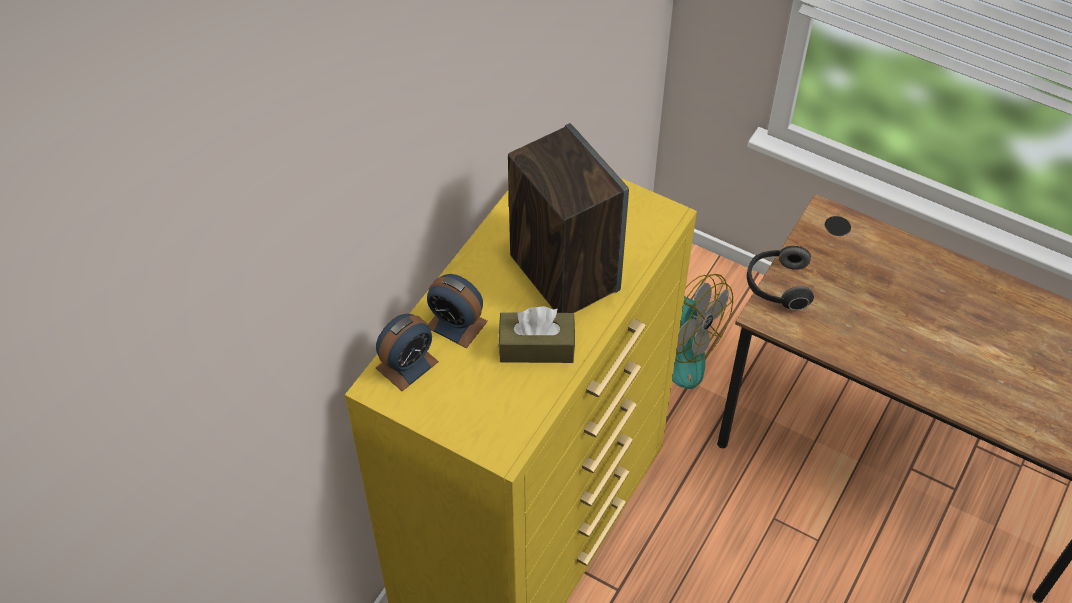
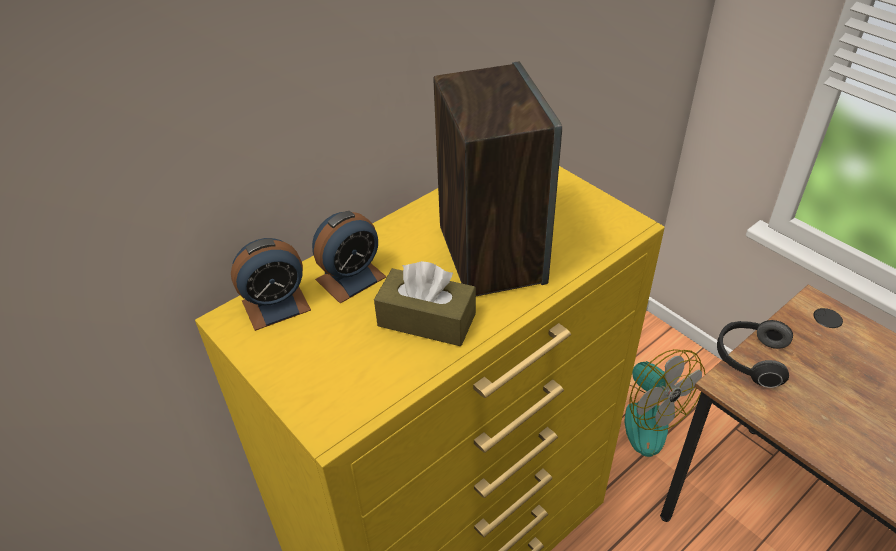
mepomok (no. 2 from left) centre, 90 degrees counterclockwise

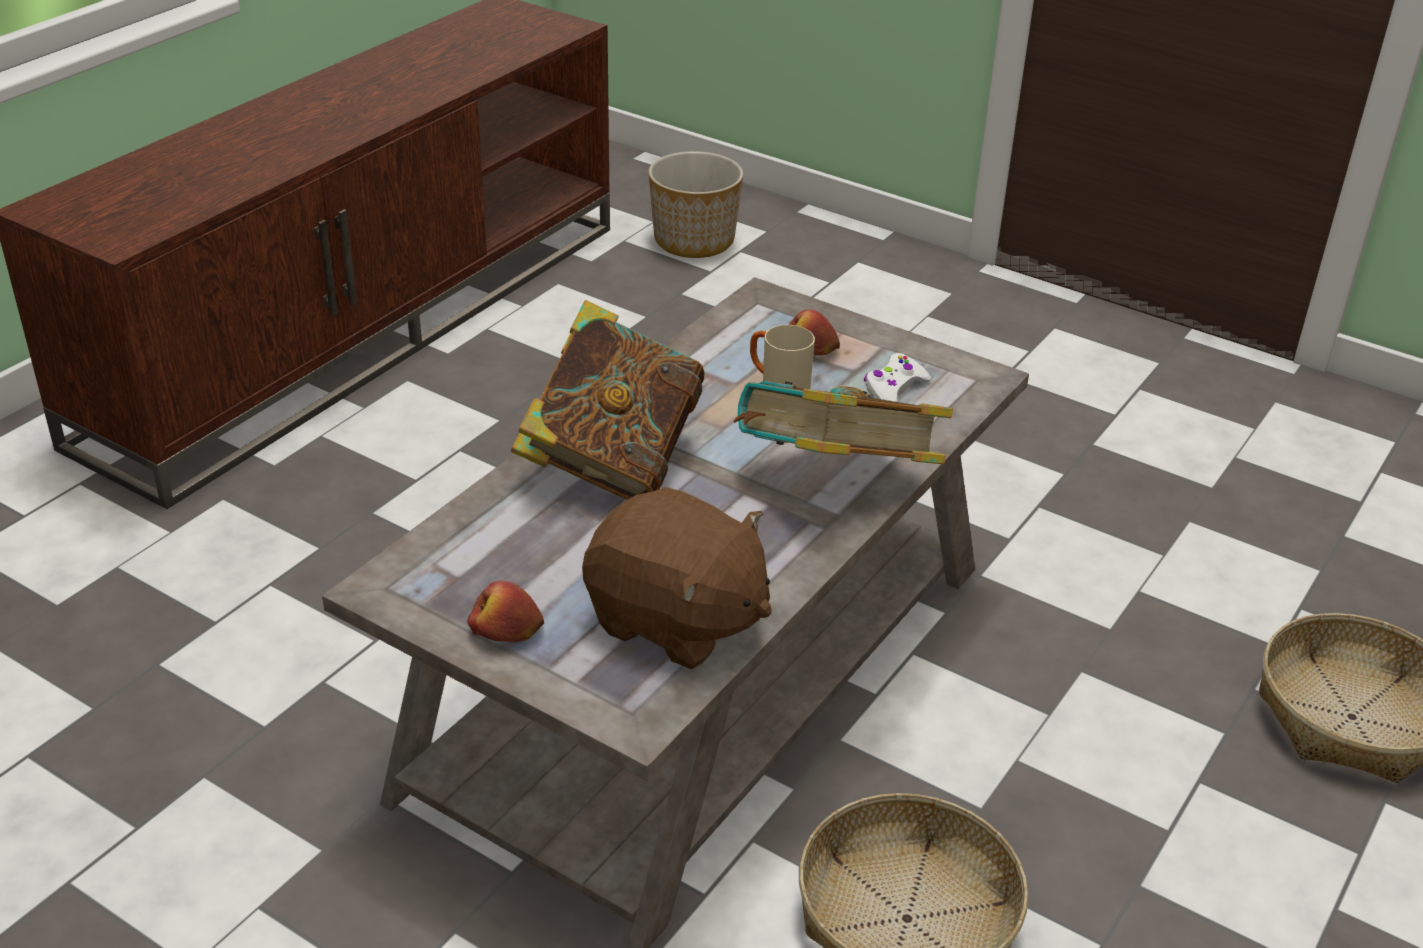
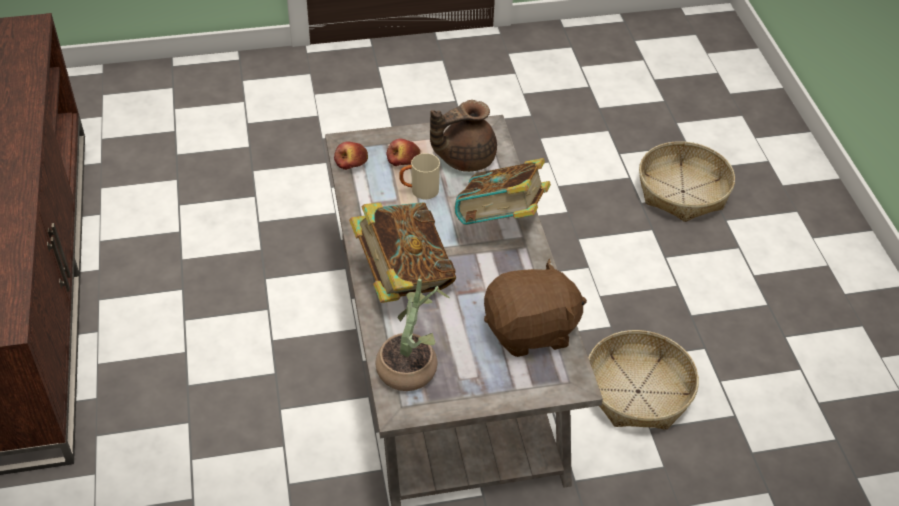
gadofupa (no. 1 from left) centre -> gadofupa (no. 1 from left) top centre, shifted
none -> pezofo centre
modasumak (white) centre -> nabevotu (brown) top centre
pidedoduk top centre -> none

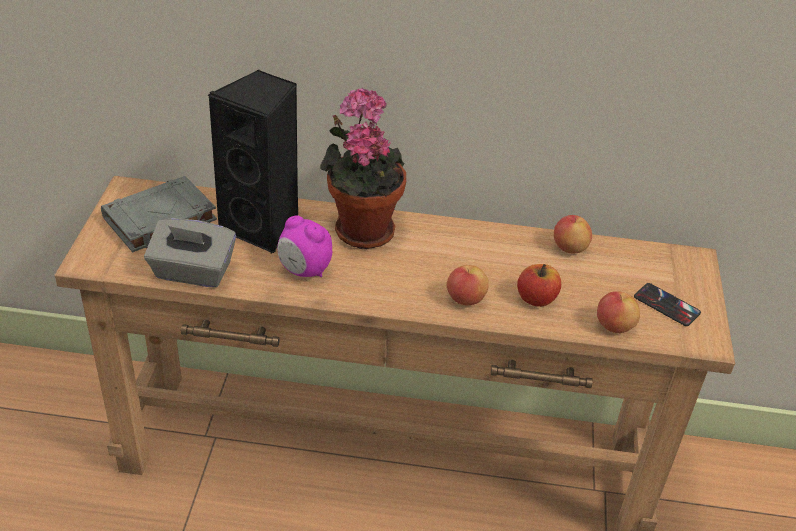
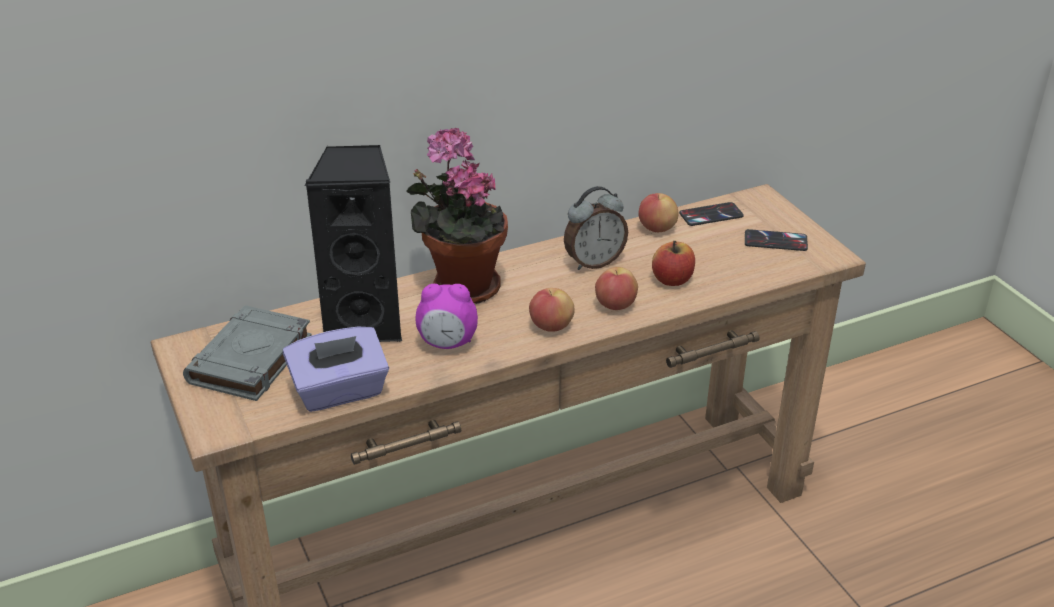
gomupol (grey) middle left -> gomupol (purple) middle left
gadofupa (no. 4 from left in the first image) middle right -> gadofupa (no. 1 from left) centre, shifted
none -> mepomok (no. 2 from left) centre
none -> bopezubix (no. 1 from left) middle right

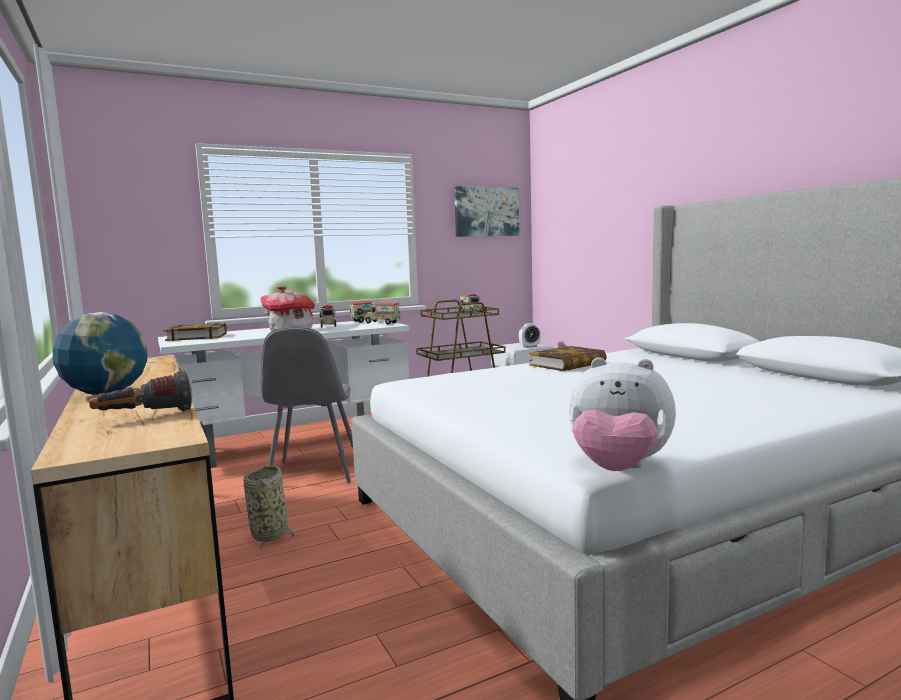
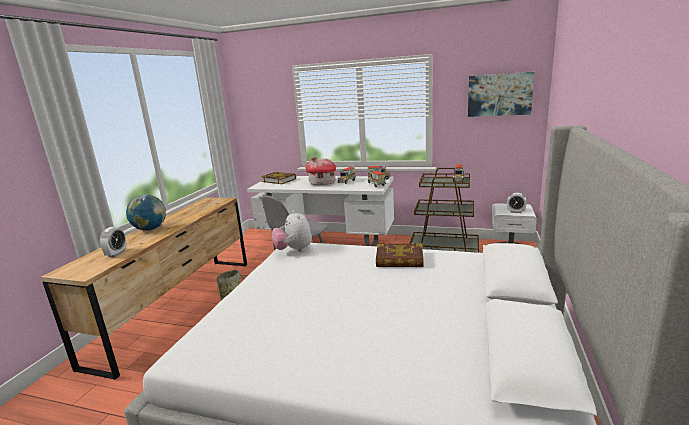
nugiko middle left -> mepomok (no. 1 from left) middle left
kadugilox middle right -> kadugilox centre, shifted

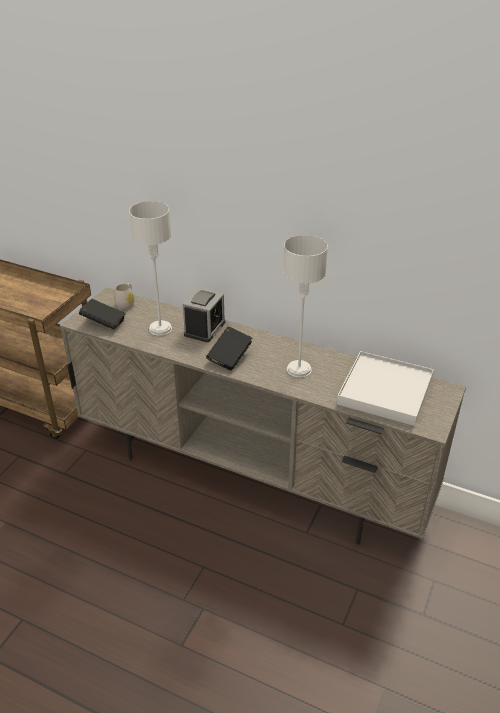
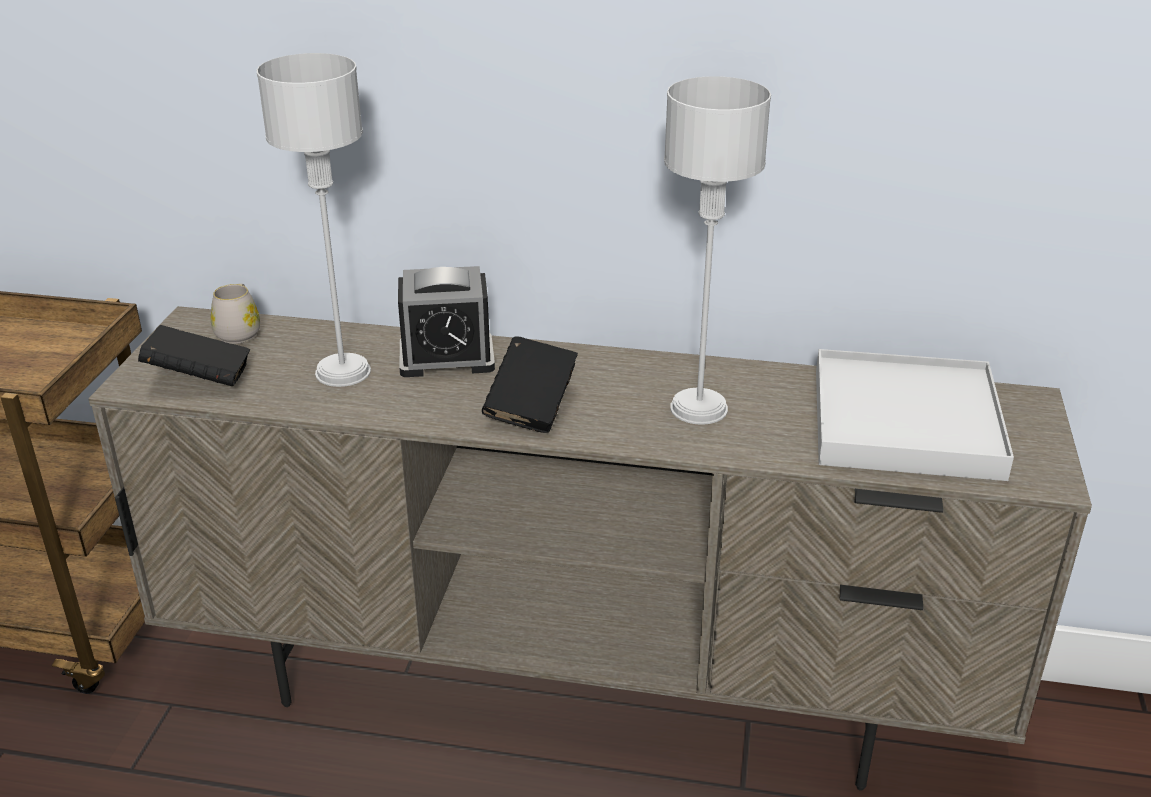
mepomok centre, 75 degrees clockwise

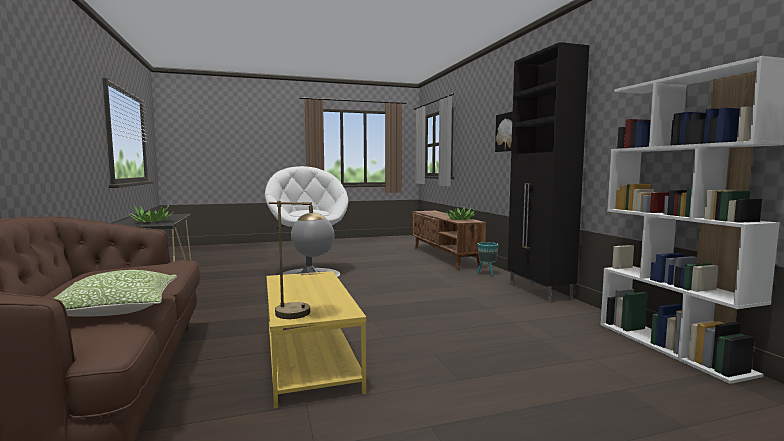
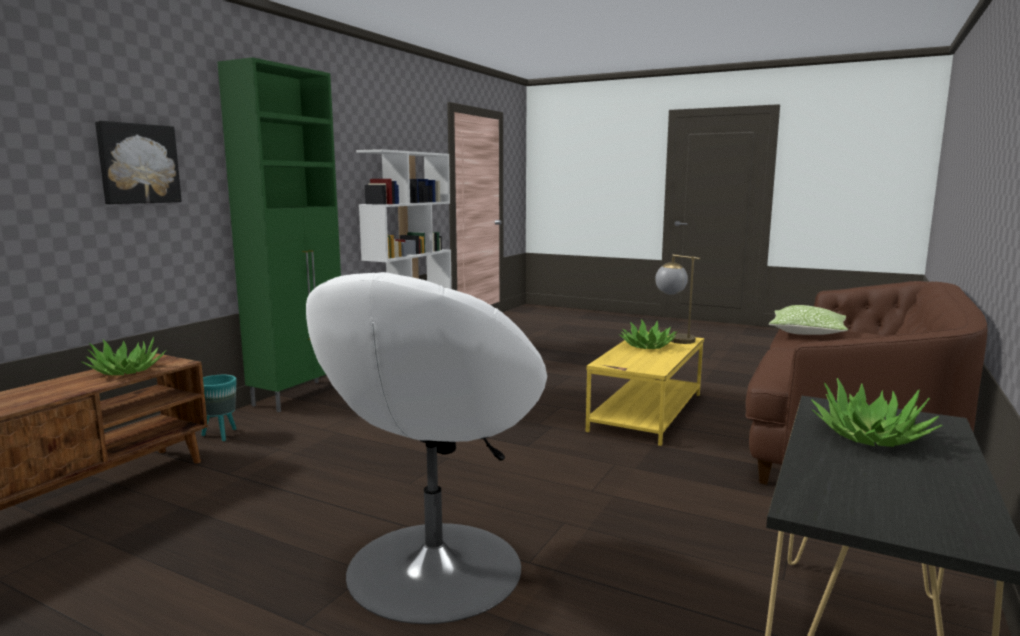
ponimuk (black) middle right -> ponimuk (green) middle left
none -> pezofo (no. 2 from left) centre

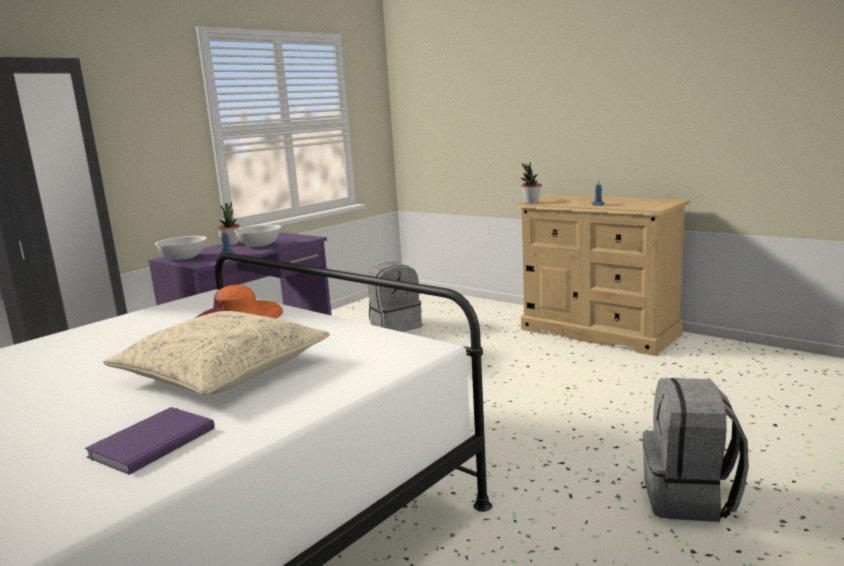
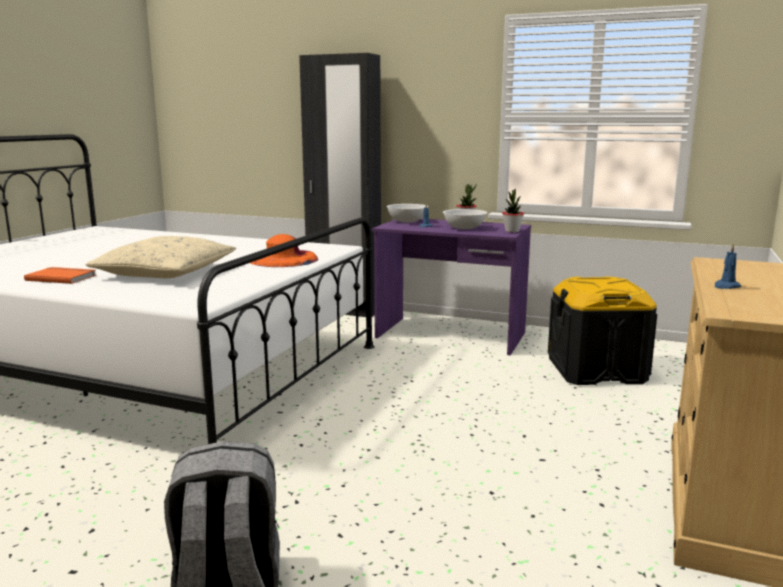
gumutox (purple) bottom left -> gumutox (orange) middle left
pezofo (no. 2 from left) top centre -> pezofo (no. 2 from left) centre, shifted
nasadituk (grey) (no. 1 from left) centre -> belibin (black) middle right

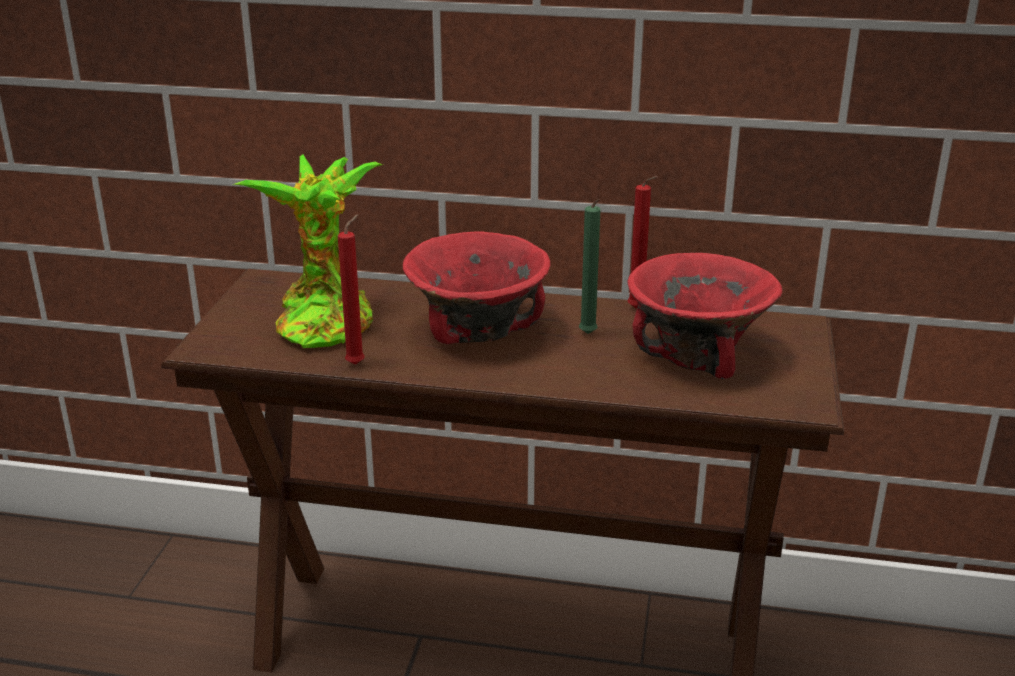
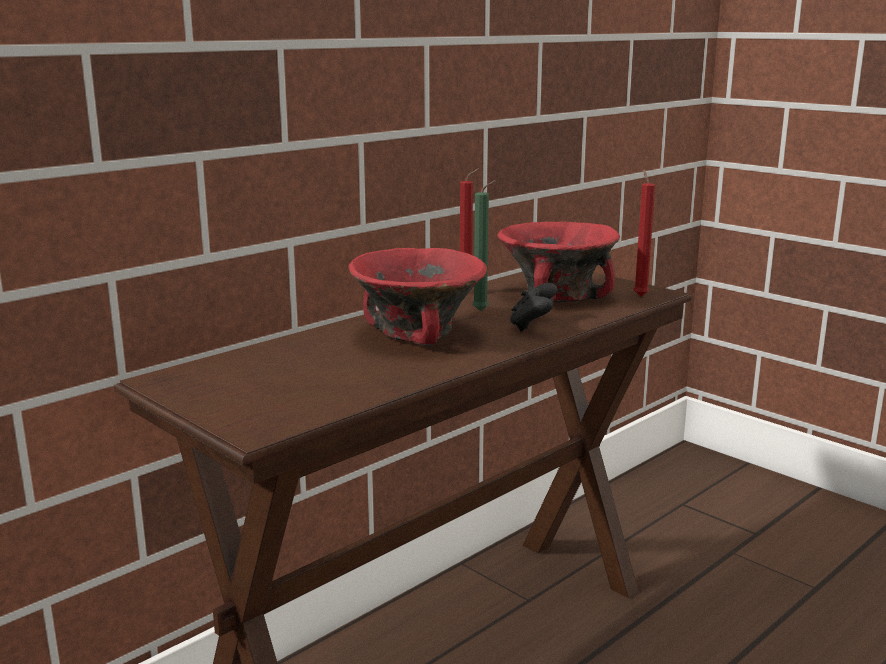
none -> modasumak (black) centre
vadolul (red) (no. 1 from left in the first image) centre -> vadolul (red) (no. 2 from left) middle right, shifted
pezofo middle left -> none

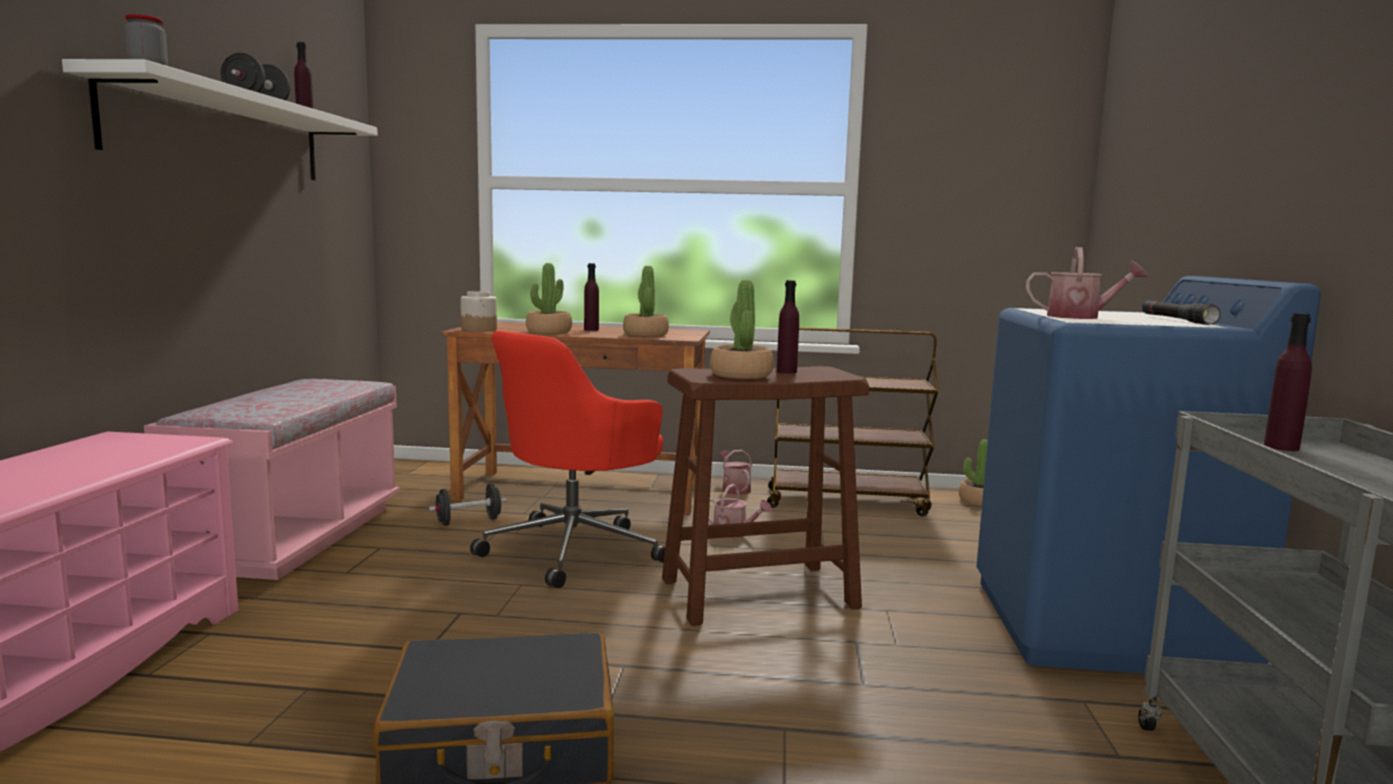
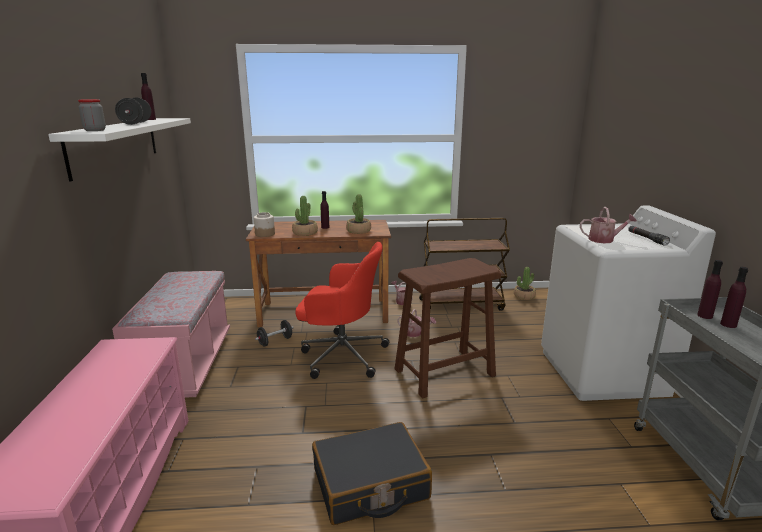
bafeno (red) centre, 105 degrees counterclockwise
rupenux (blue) middle right -> rupenux (white) middle right
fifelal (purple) (no. 3 from left in the first image) centre -> fifelal (purple) (no. 4 from left) middle right, shifted
pezofo (no. 3 from left) centre -> none

